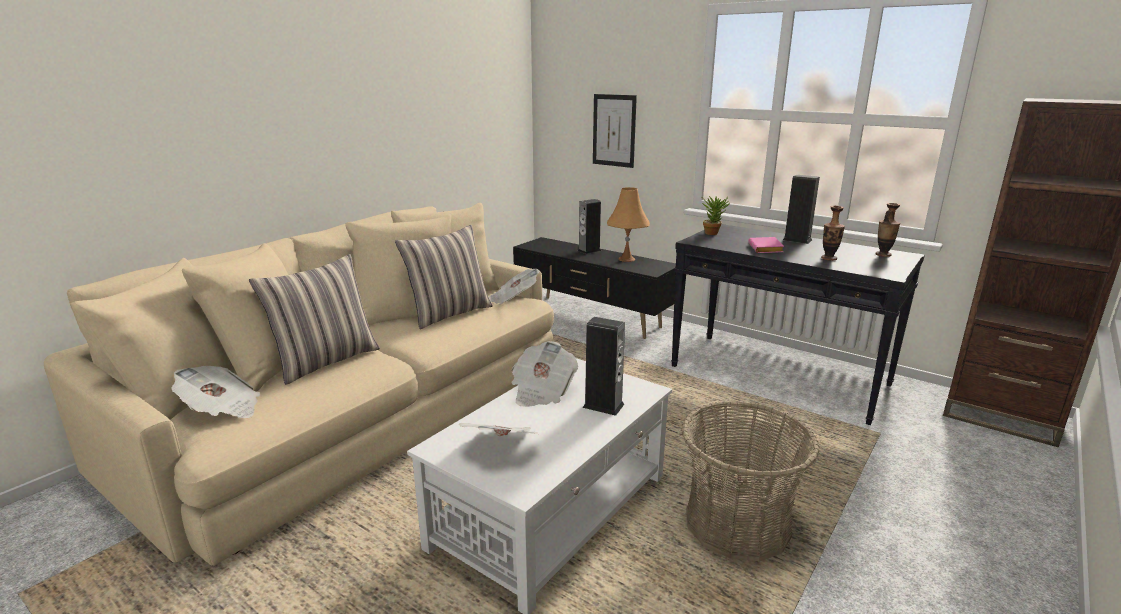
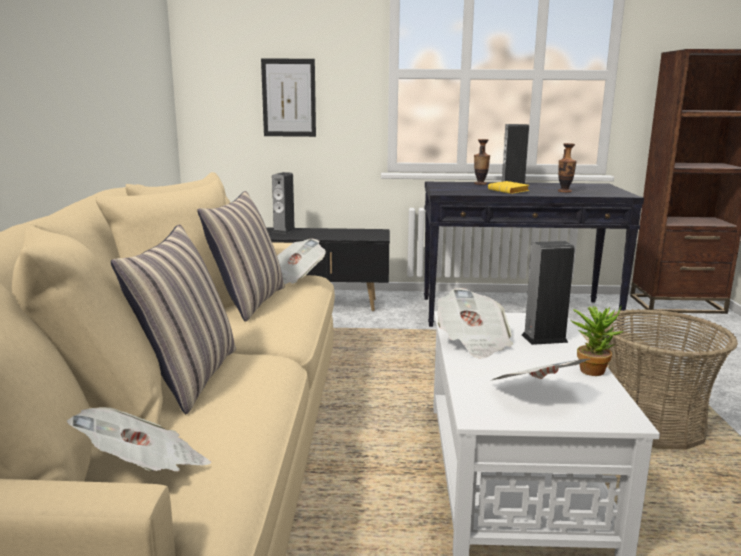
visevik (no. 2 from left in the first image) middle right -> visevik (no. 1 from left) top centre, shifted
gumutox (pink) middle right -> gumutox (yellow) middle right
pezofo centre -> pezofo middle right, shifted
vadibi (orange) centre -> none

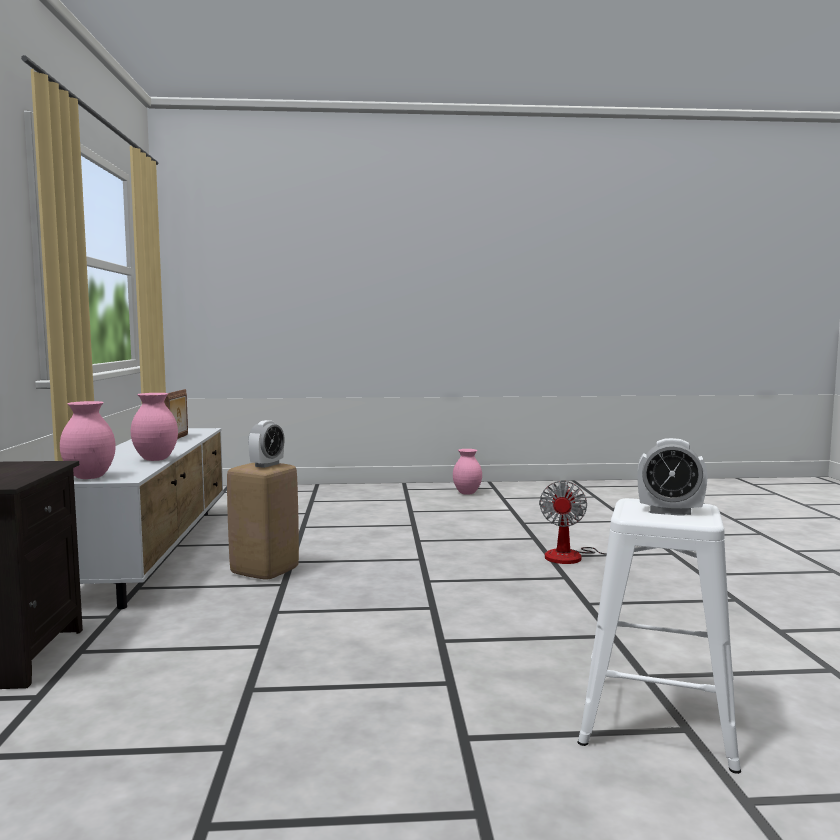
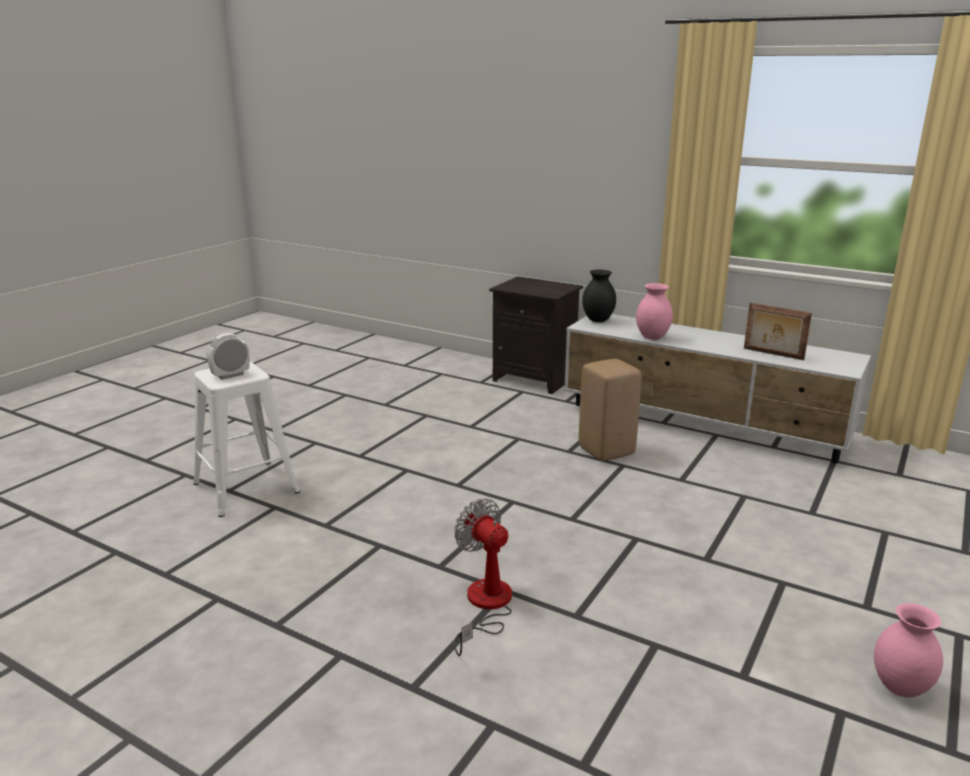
visevik (pink) (no. 1 from left) middle left -> visevik (black) centre
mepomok (no. 1 from left) middle left -> none

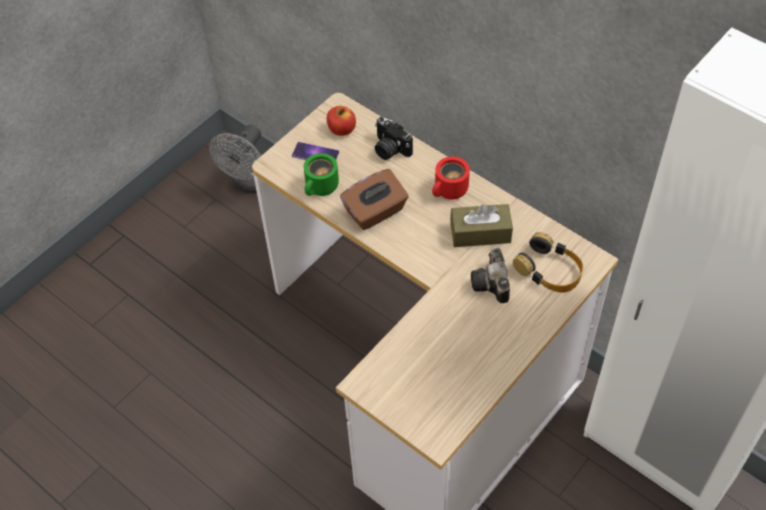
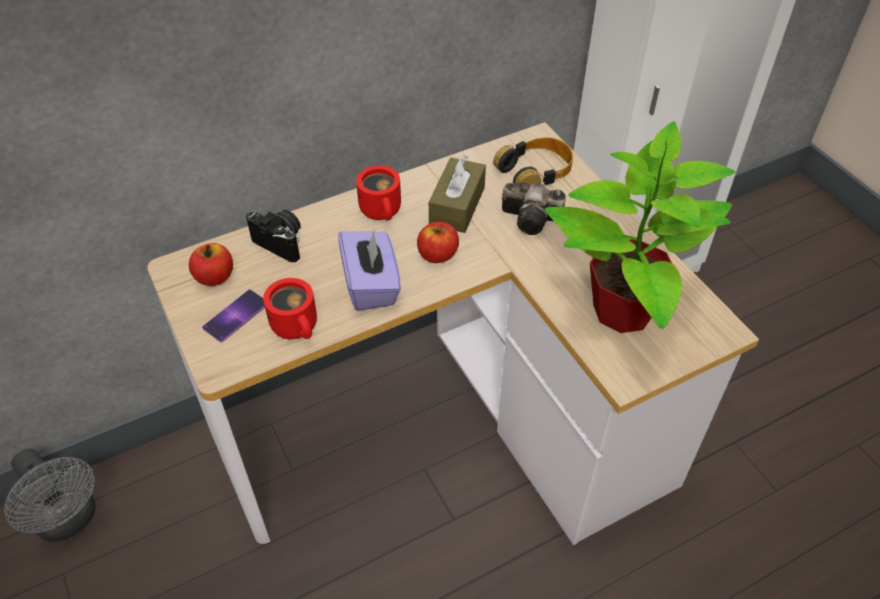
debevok (no. 1 from left) top centre -> debevok (no. 1 from left) middle left, 120 degrees counterclockwise
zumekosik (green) centre -> zumekosik (red) (no. 1 from left) middle left
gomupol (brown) (no. 1 from left) centre -> gomupol (purple) centre
none -> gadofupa (no. 2 from left) centre
none -> pezofo middle right

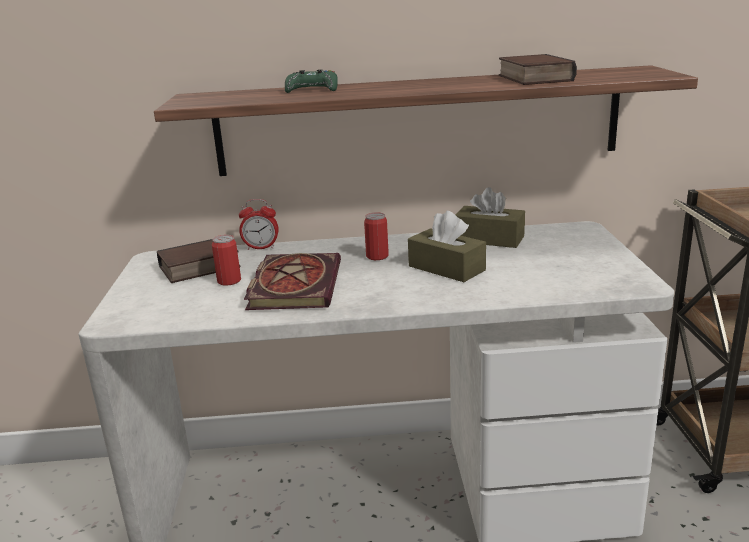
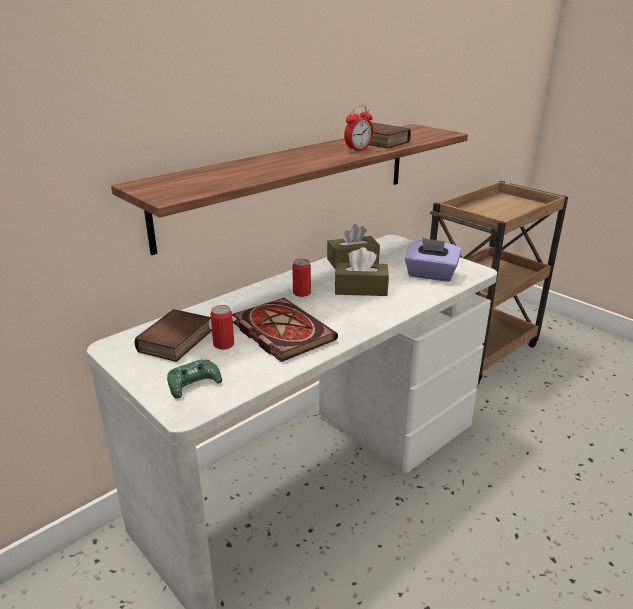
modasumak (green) top centre -> modasumak (green) middle left, shifted
mepomok centre -> mepomok top centre, shifted
none -> gomupol (purple) middle right

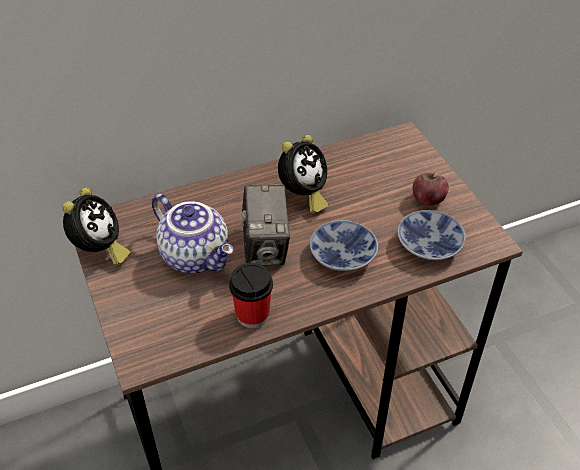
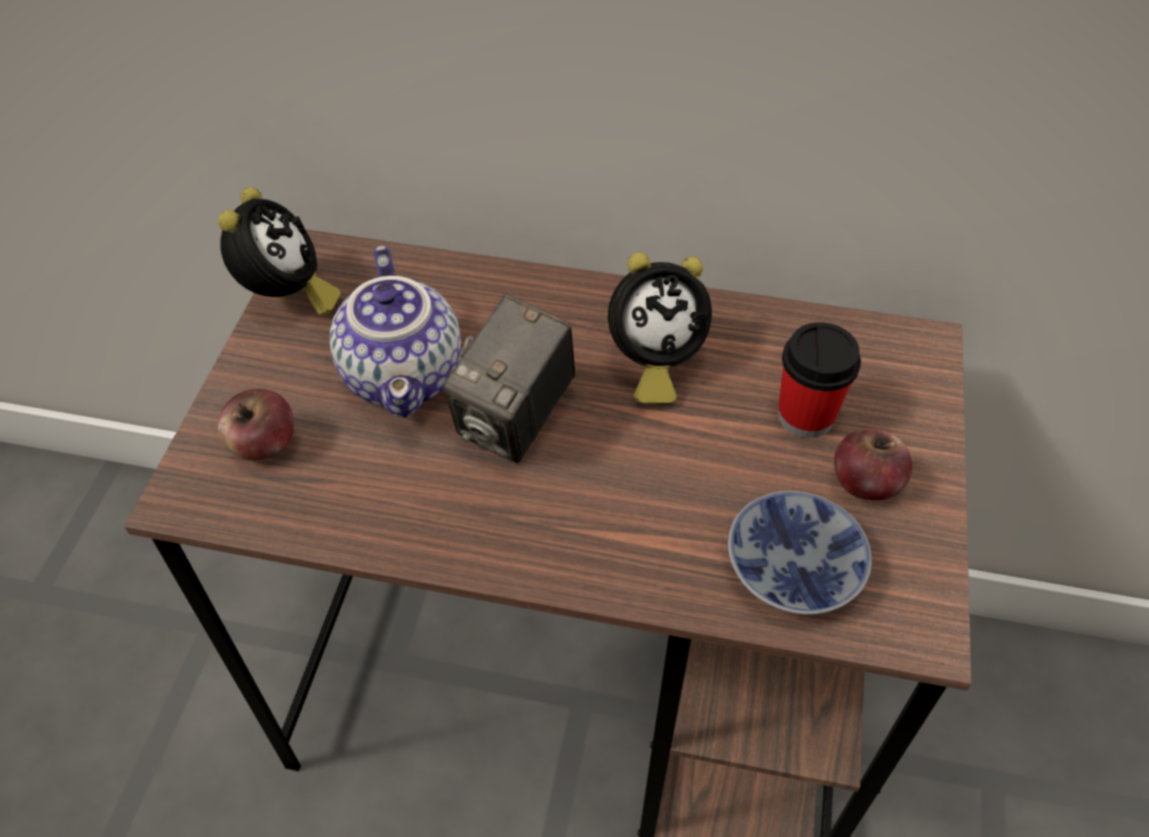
mepomok (no. 1 from left) middle left -> mepomok (no. 1 from left) top left, 45 degrees counterclockwise
none -> gadofupa (no. 1 from left) middle left
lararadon centre -> lararadon middle right, shifted
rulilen (no. 1 from left) centre -> none

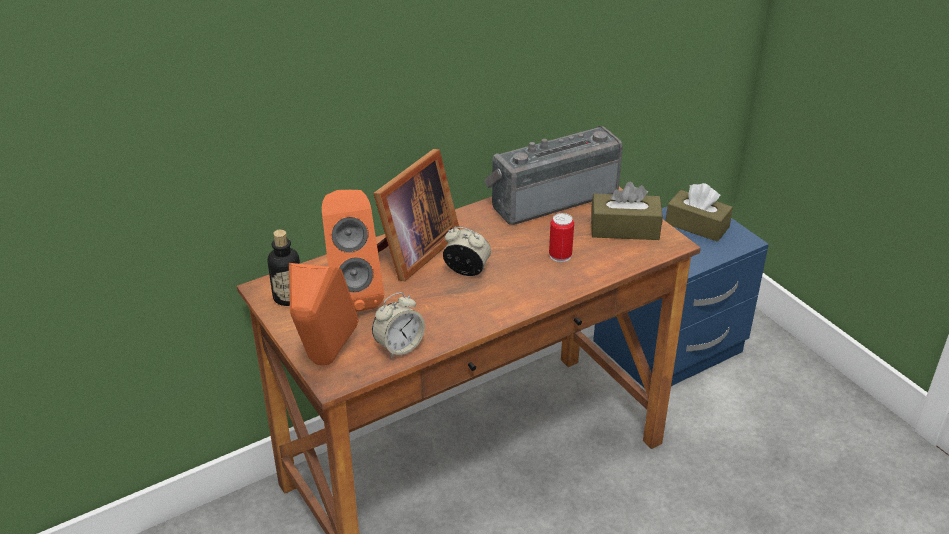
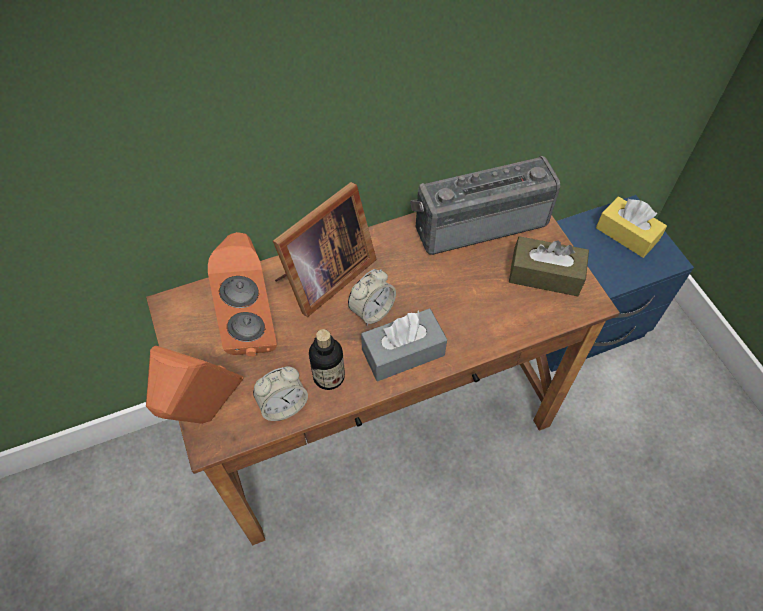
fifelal middle left -> fifelal centre, shifted
mepomok (no. 2 from left) centre, 105 degrees clockwise
none -> gomupol (grey) centre
gomupol (brown) (no. 2 from left) middle right -> gomupol (yellow) middle right
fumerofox centre -> none

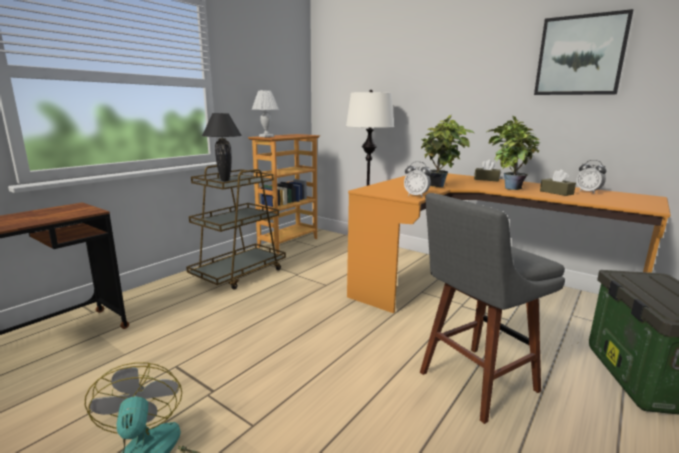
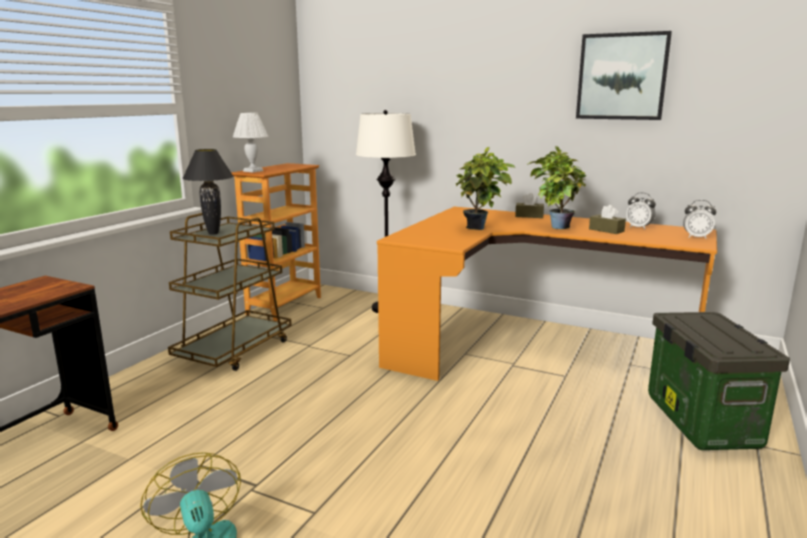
mepomok (no. 1 from left in the first image) centre -> mepomok (no. 2 from left) middle right, shifted
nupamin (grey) bottom right -> none

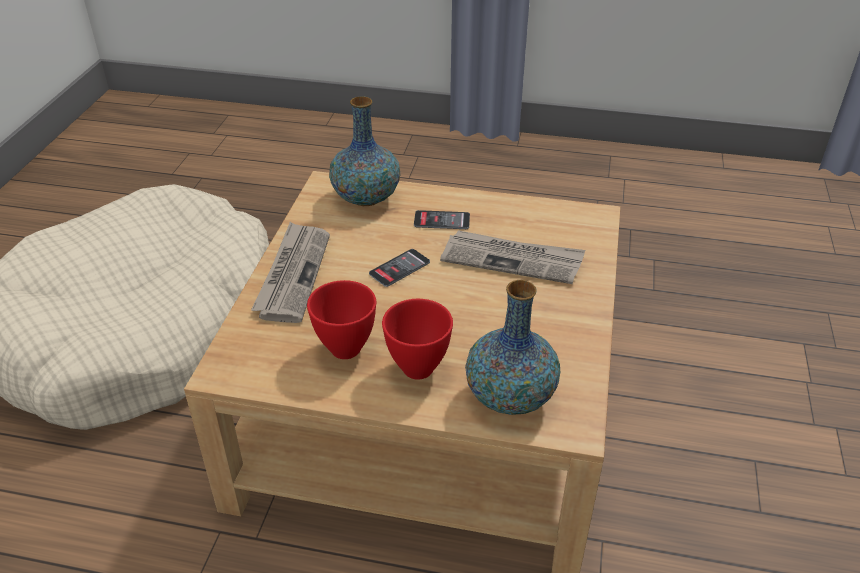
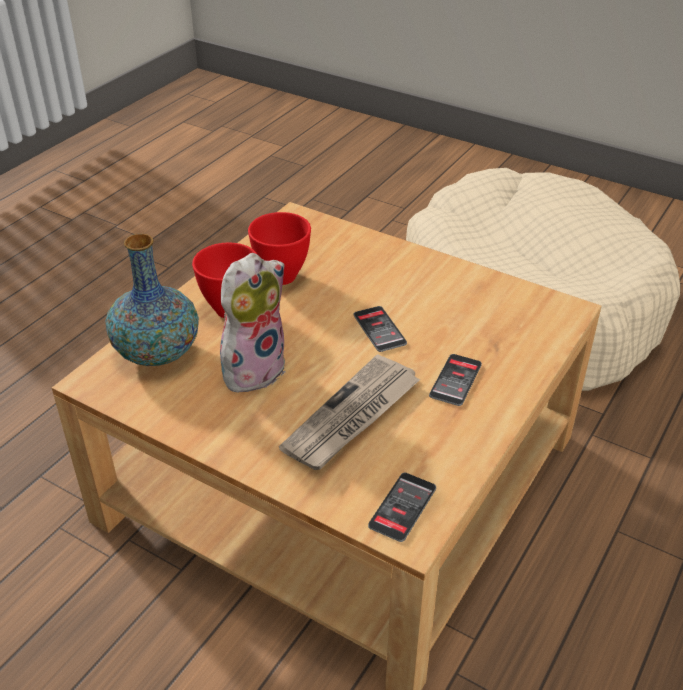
none -> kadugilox centre
none -> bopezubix (no. 2 from left) bottom centre
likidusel (no. 1 from left) centre -> none
visevik (no. 1 from left) top centre -> none

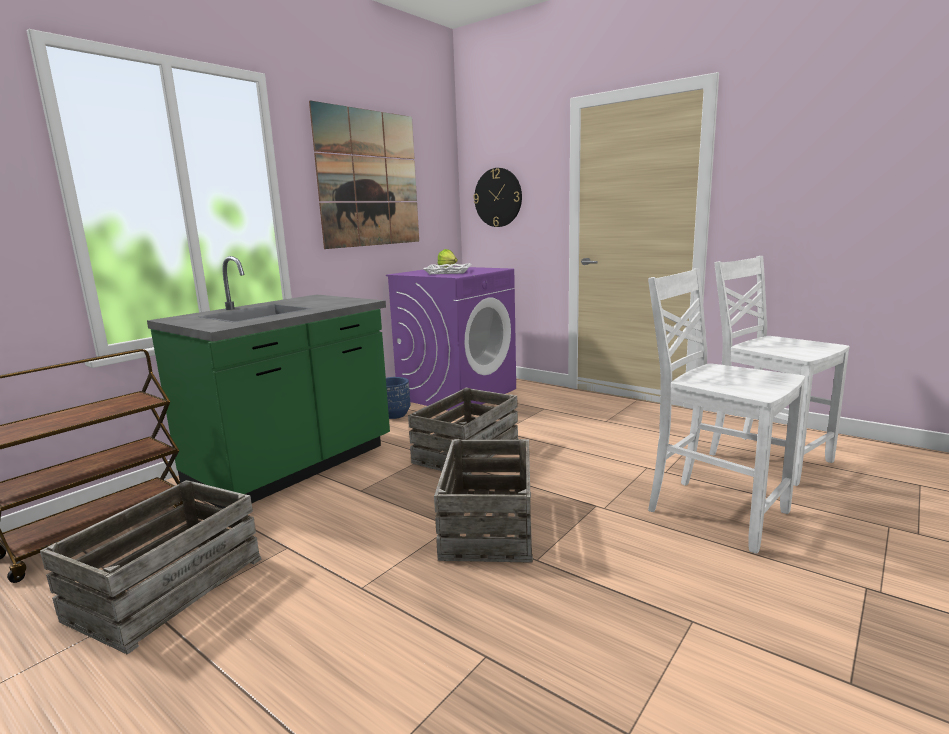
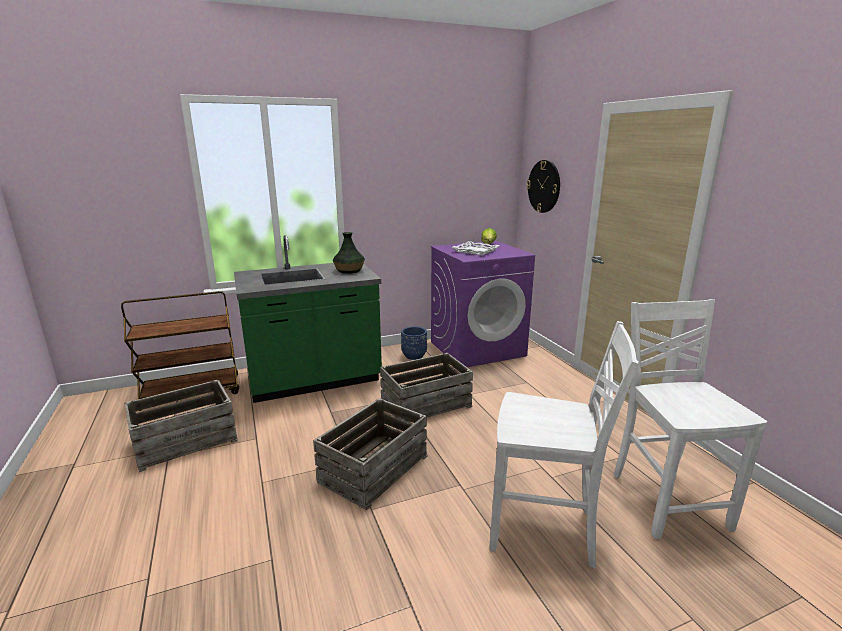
none -> visevik centre
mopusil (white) (no. 1 from left) middle right -> mopusil (white) (no. 1 from left) bottom right, 120 degrees clockwise
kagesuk top centre -> none

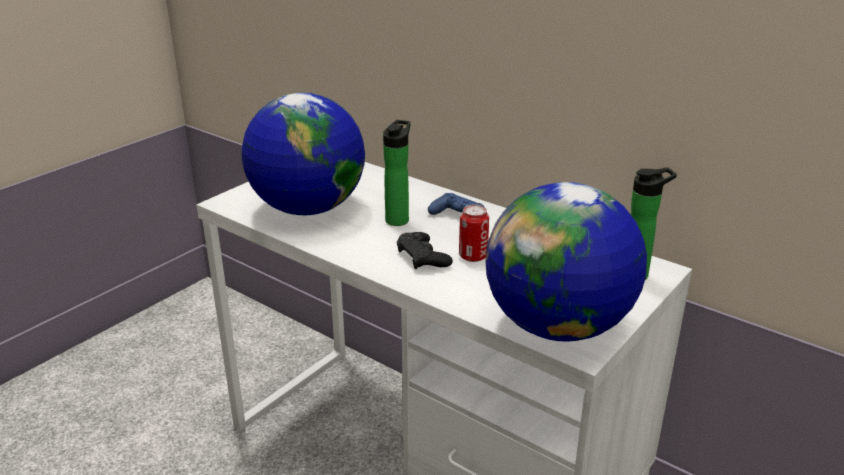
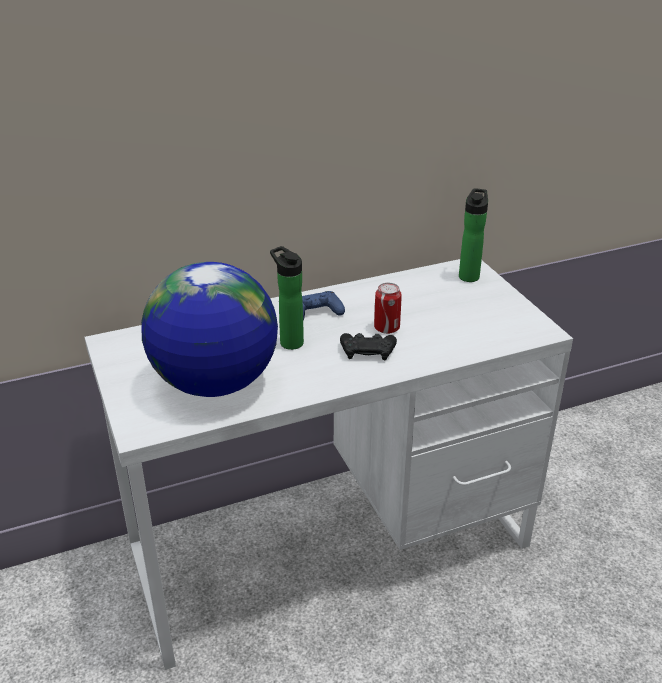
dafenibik (no. 2 from left) middle right -> none

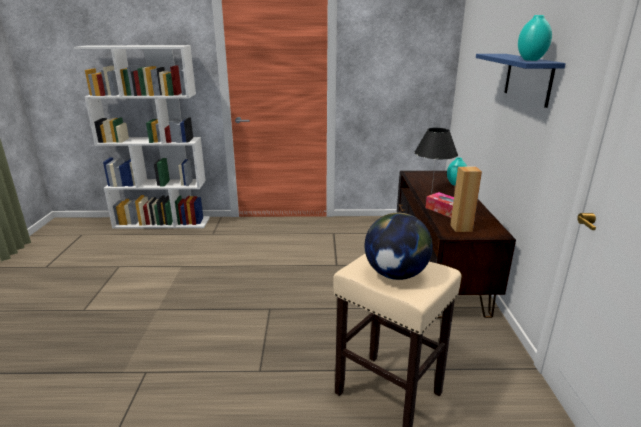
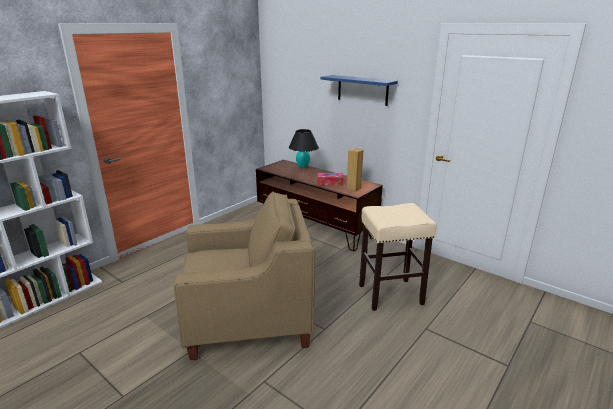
none -> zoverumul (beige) bottom centre
dafenibik centre -> none
visevik (turquoise) (no. 2 from left) top right -> none

